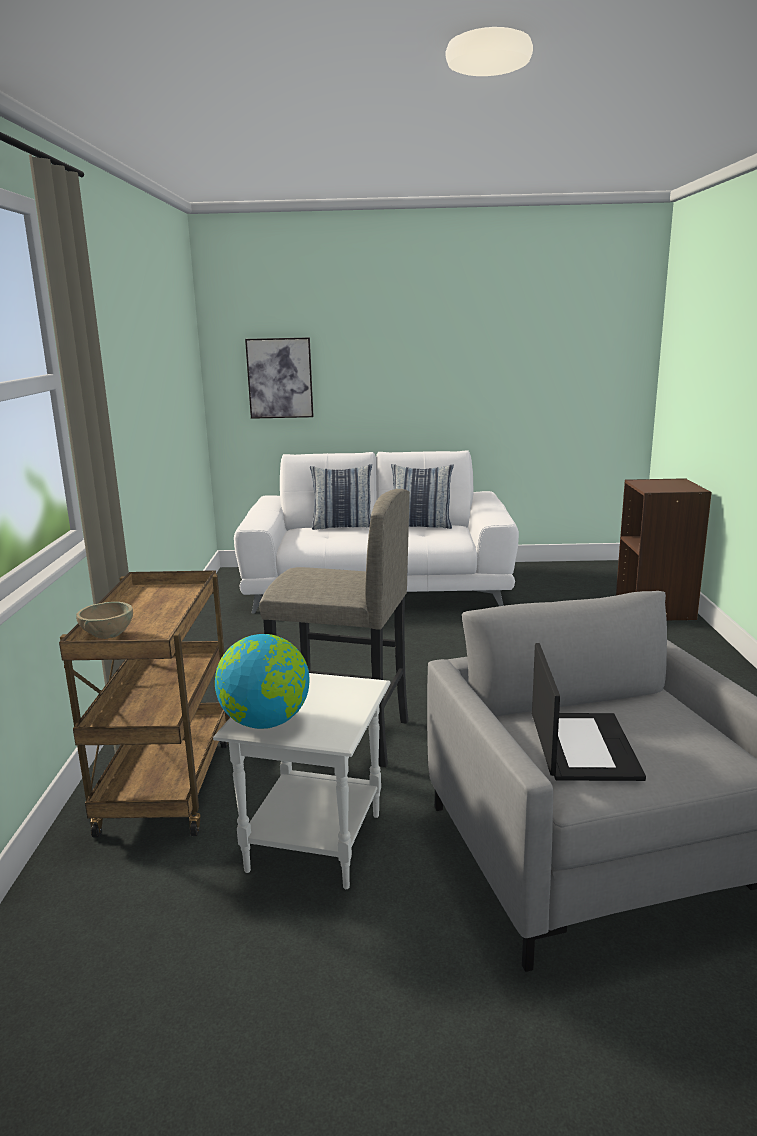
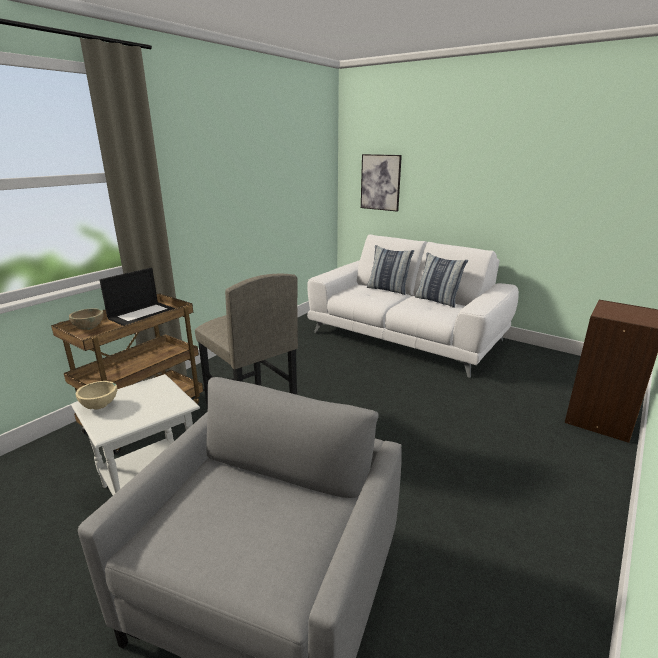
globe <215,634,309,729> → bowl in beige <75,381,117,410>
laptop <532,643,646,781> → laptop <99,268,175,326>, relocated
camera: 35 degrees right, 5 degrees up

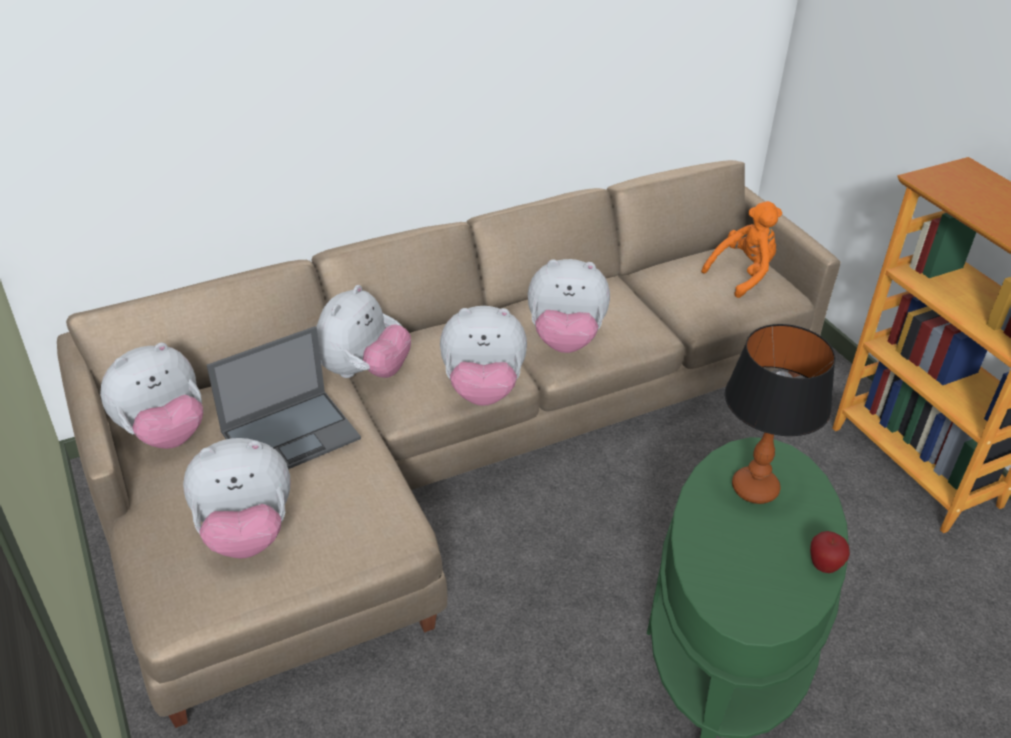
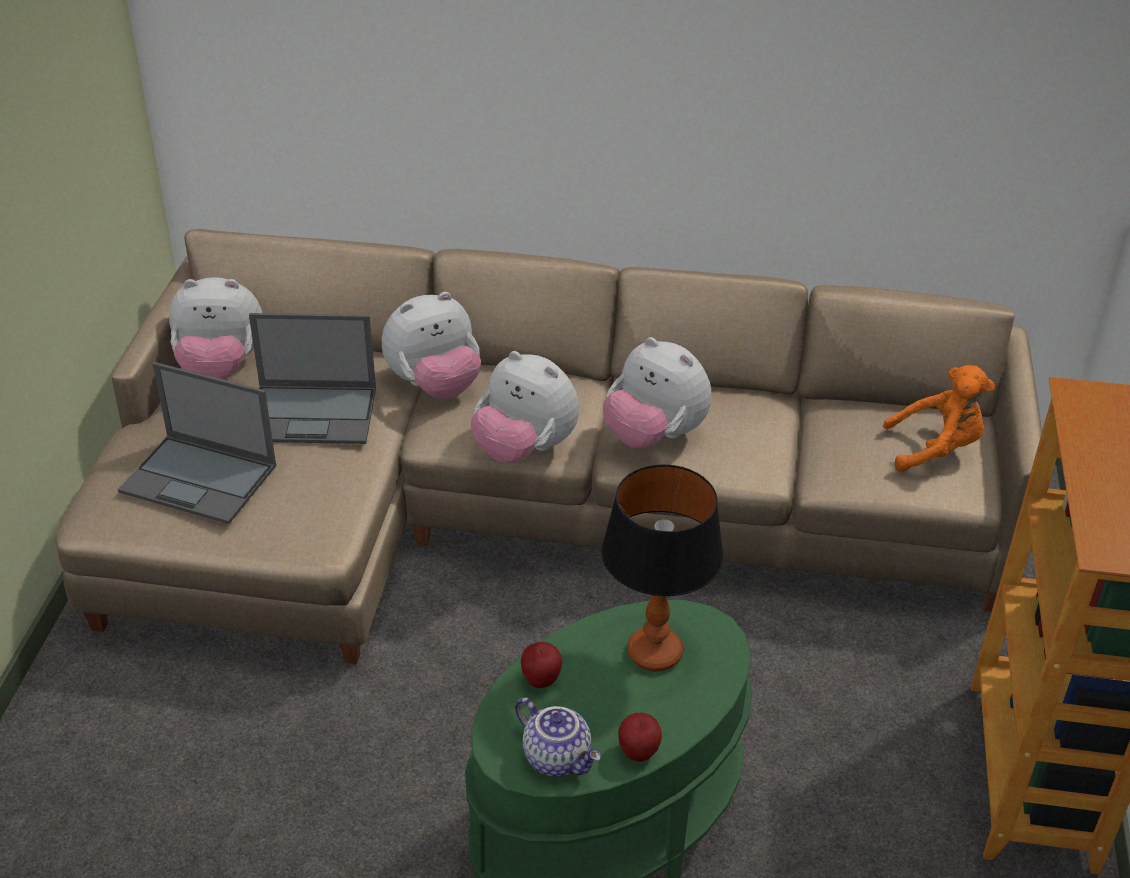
plush toy <183,438,290,558> → laptop <118,362,276,524>
- → teapot <515,697,601,777>
- → apple <521,642,562,688>
camera: 35 degrees right, 0 degrees up

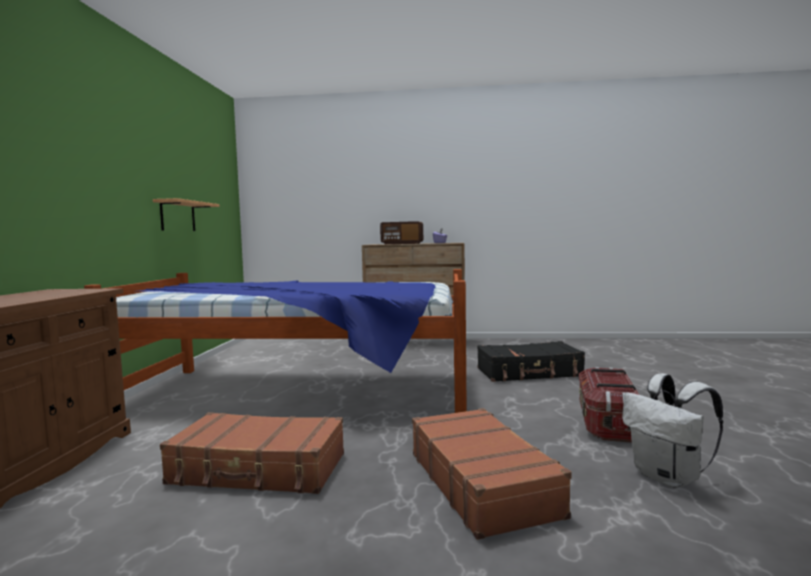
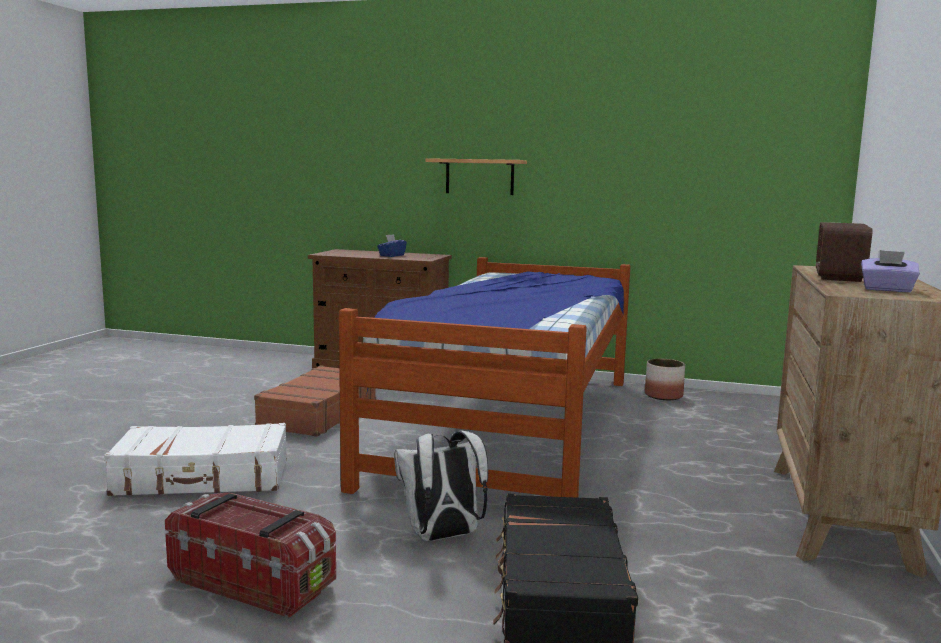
suitcase in brown <412,408,572,540> → suitcase in white <104,423,287,496>
- → tissue box in blue <377,234,407,257>
backpack in white <622,374,723,488> → backpack in white <394,430,488,541>, relocated
shelf <153,198,220,231> → shelf <425,158,527,195>, relocated
- → planter <645,359,685,400>
camera: 100 degrees right, 5 degrees up

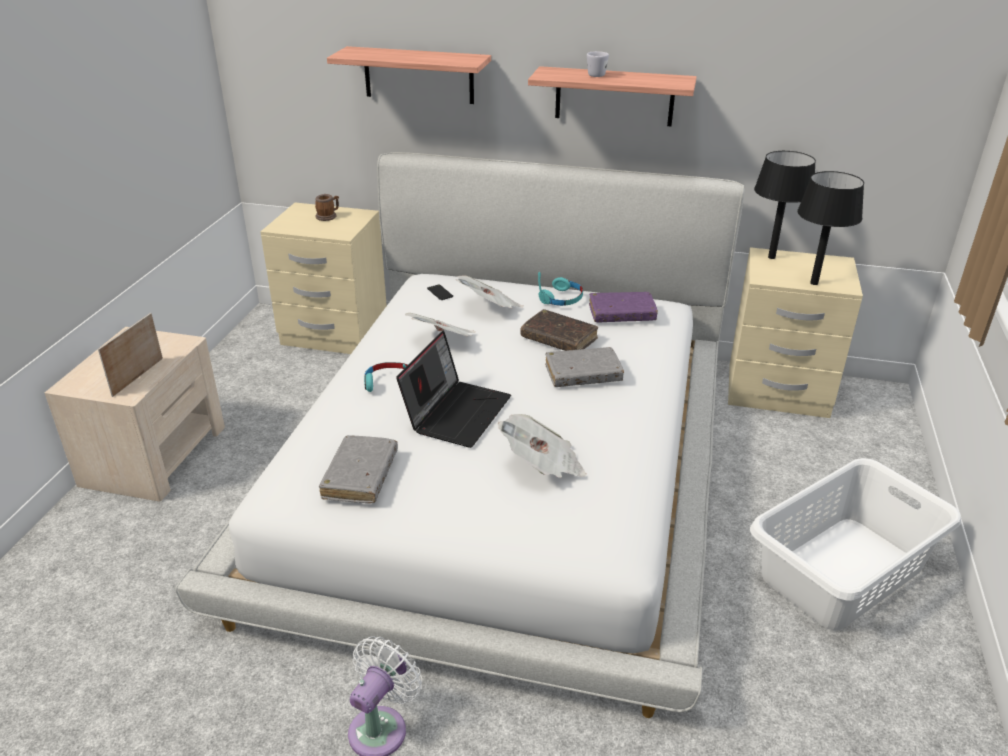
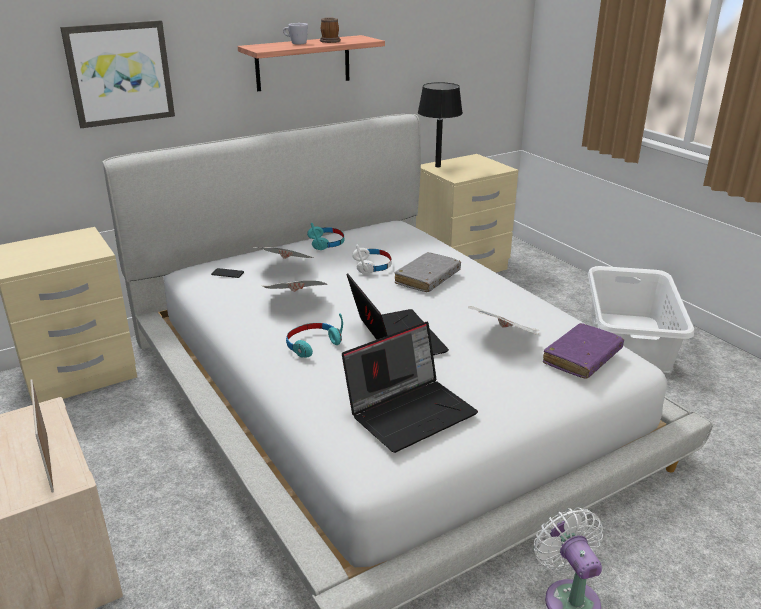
shelf <327,46,491,104> → picture <60,20,175,128>
mug <315,194,339,221> → mug <320,18,341,43>, relocated
book in grey <319,435,398,503> → laptop <342,322,478,453>
book in brown <521,309,598,351> → headphones in white <352,245,392,274>
book in purple <589,292,658,323> → book in purple <543,323,624,379>, relocated
table lamp in black <797,171,864,285> → -
camera: 45 degrees left, 5 degrees down

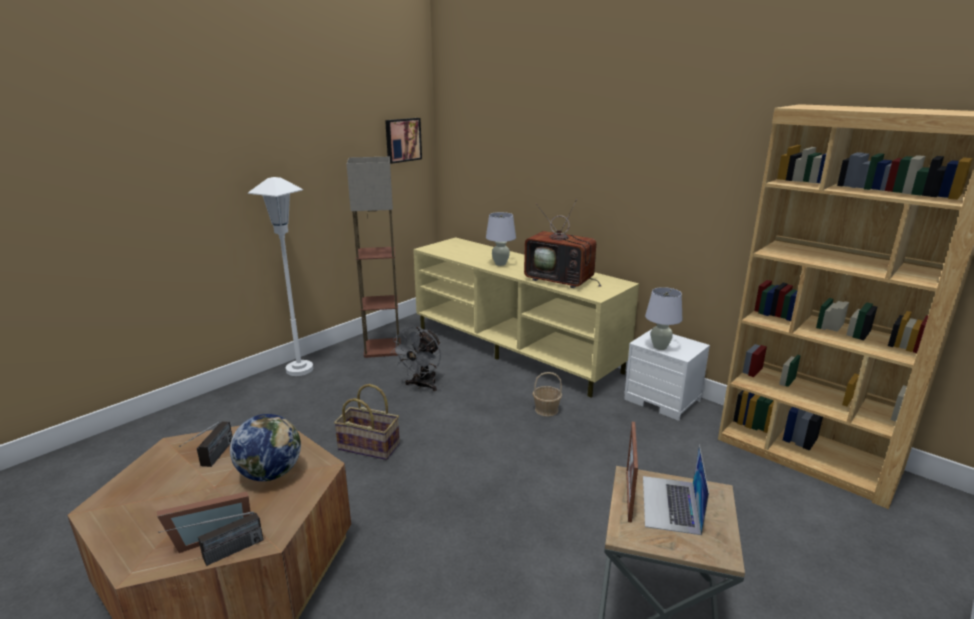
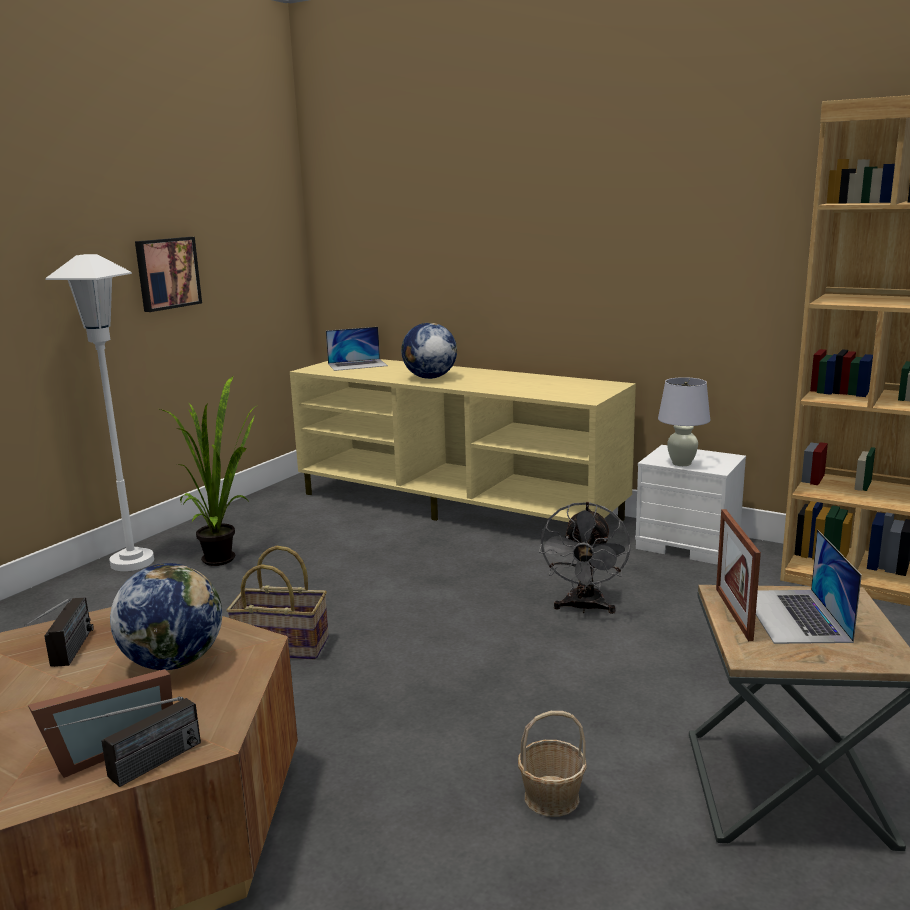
picture <385,118,422,164> → picture <135,237,202,312>, relocated
- → potted plant <160,376,258,566>
- → laptop <326,327,388,371>
table lamp in white <486,212,516,266> → globe <401,323,457,379>
basket <533,372,562,417> → basket <518,711,587,817>, relocated
fan in grey <391,327,441,391> → fan in grey <539,502,630,614>, relocated
floor lamp <346,157,401,358> → -
television <524,199,601,288> → -
camera: 10 degrees left, 5 degrees down

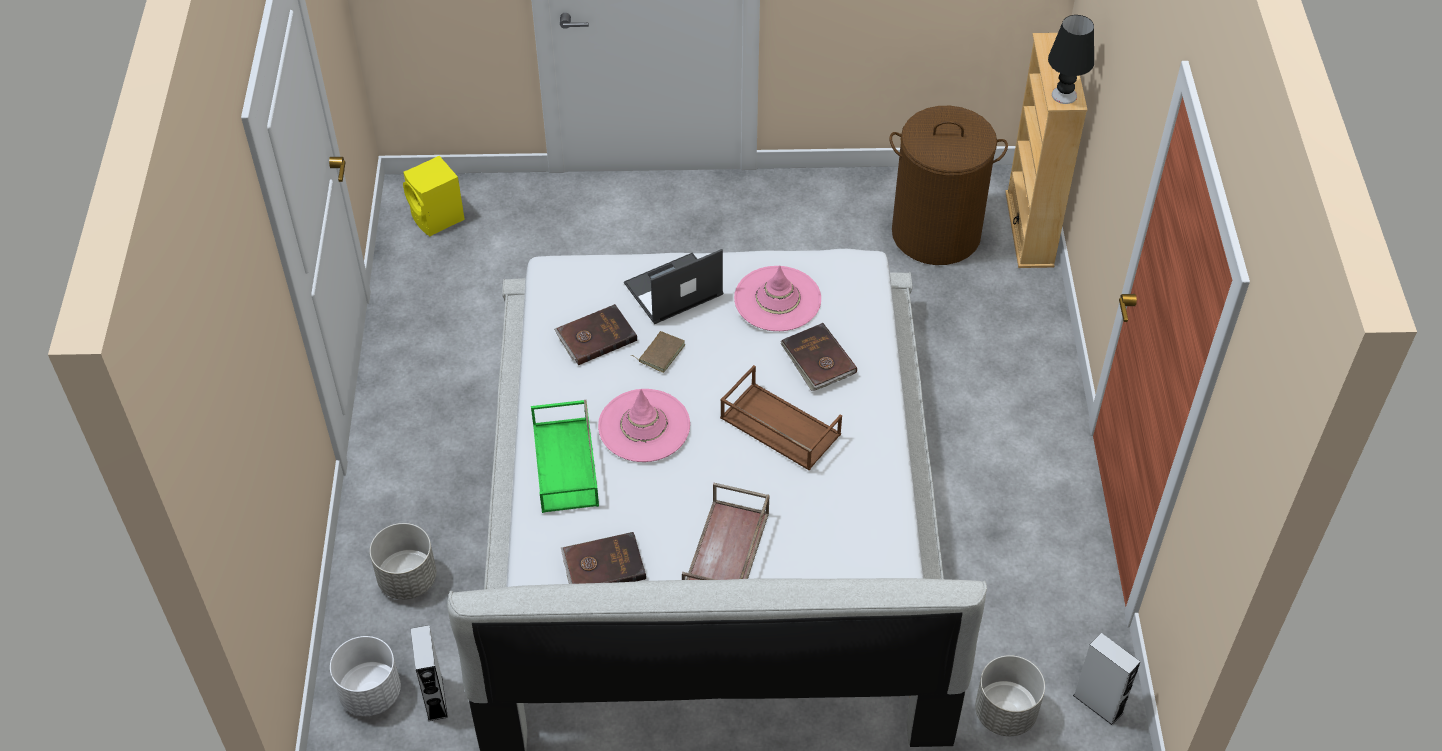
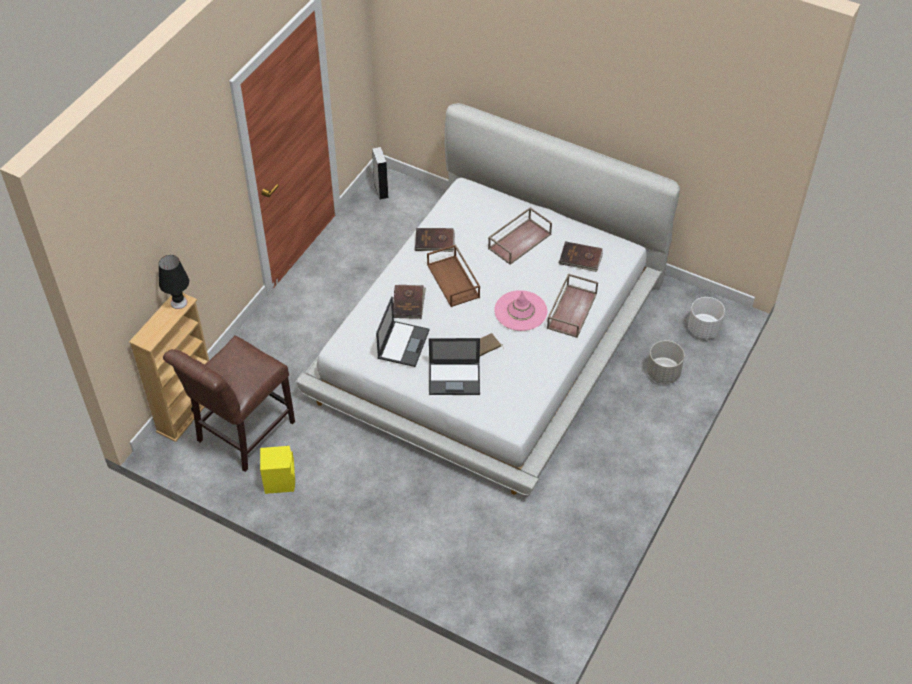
laundry basket in brown <889,106,1008,265> → chair in brown <163,335,295,472>
speaker in yellow <403,156,465,236> → speaker in yellow <260,446,295,494>, relocated
hat in pink <734,265,821,331> → laptop <376,296,430,367>
book in brown <554,304,637,365> → book in brown <415,228,455,252>, relocated
tray in green <531,400,599,513> → tray in brown <547,273,598,338>
speaker in grey <410,625,448,721> → -
planter in grey <975,655,1045,736> → -
camera: 150 degrees left, 0 degrees up

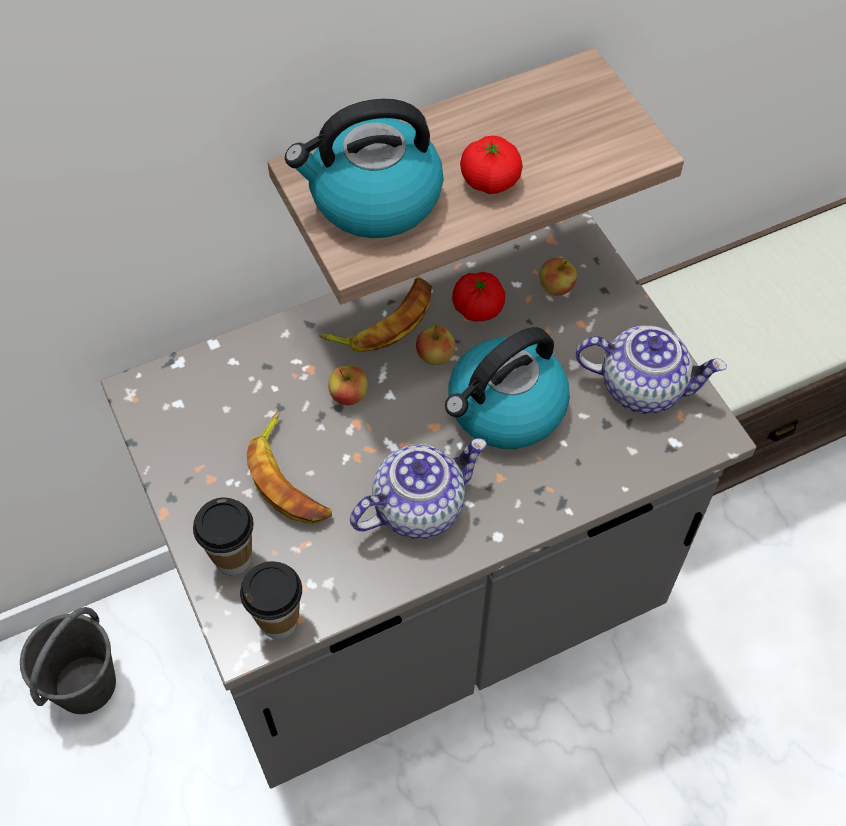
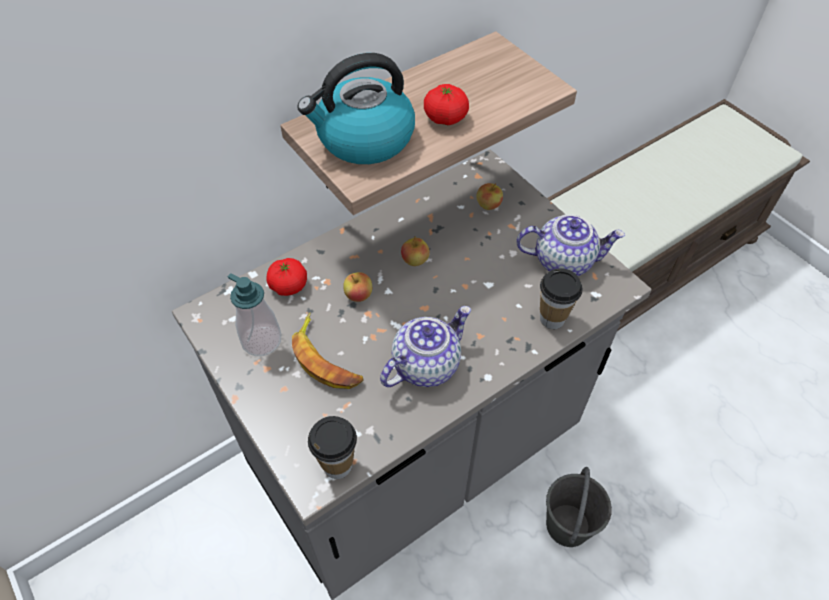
- → soap dispenser <228,273,282,356>
tomato <452,272,505,321> → tomato <267,258,307,296>, relocated
cup <193,498,254,575> → cup <540,268,582,329>, relocated
bucket in grey <20,607,116,714> → bucket in grey <546,467,612,547>, relocated
banana <319,278,432,352> → -
kettle <445,327,570,449> → -
camera: 10 degrees left, 5 degrees down

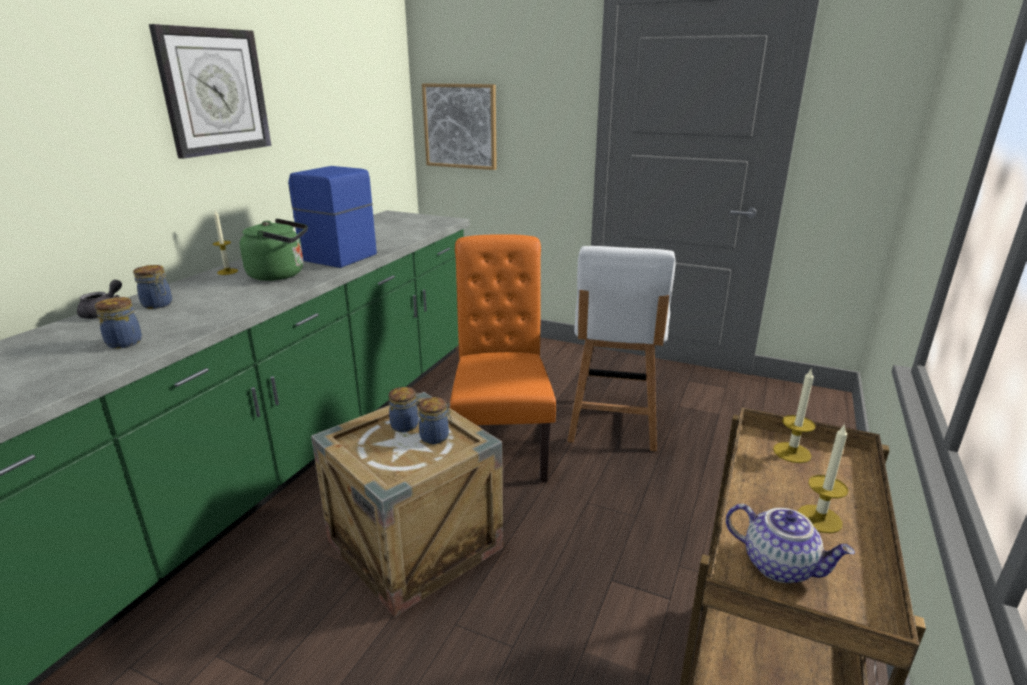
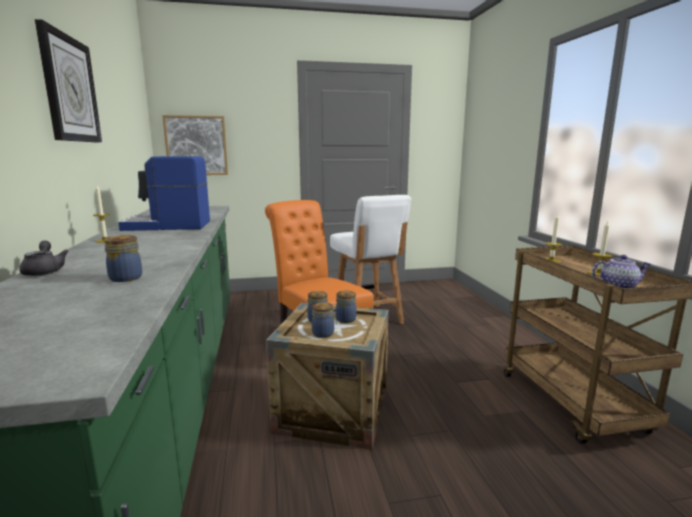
jar <133,265,172,309> → jar <312,302,337,338>, relocated
kettle in green <240,219,308,281> → -
camera: 35 degrees left, 10 degrees down

